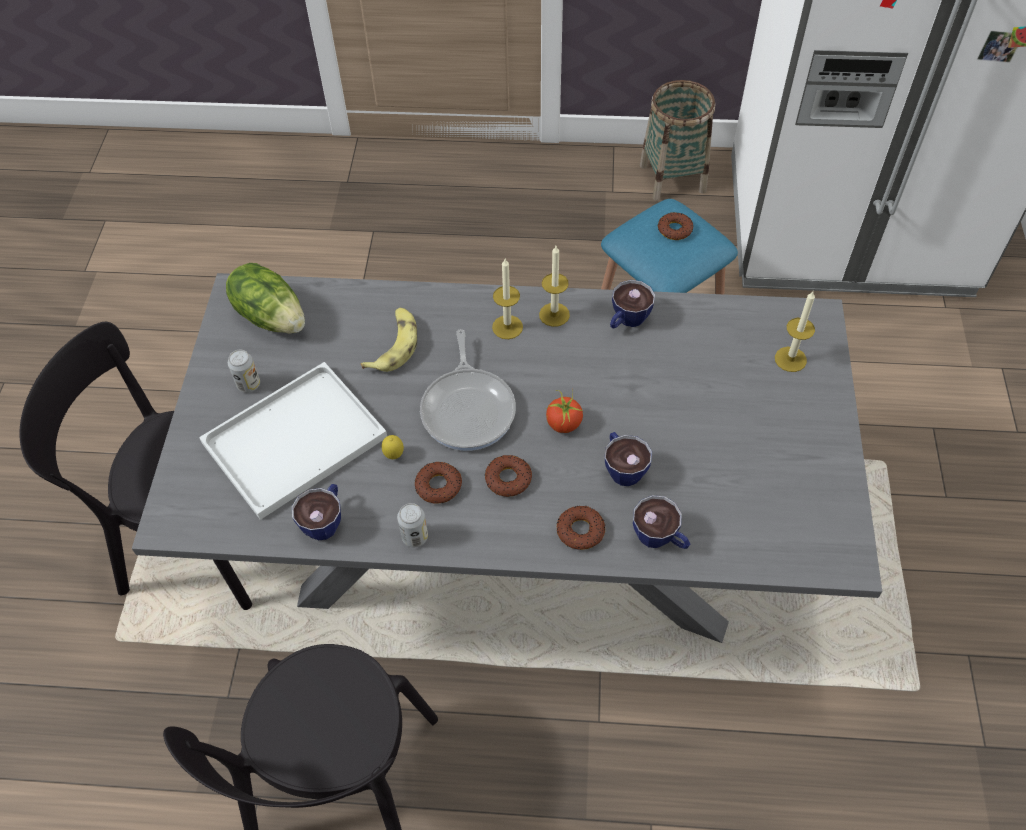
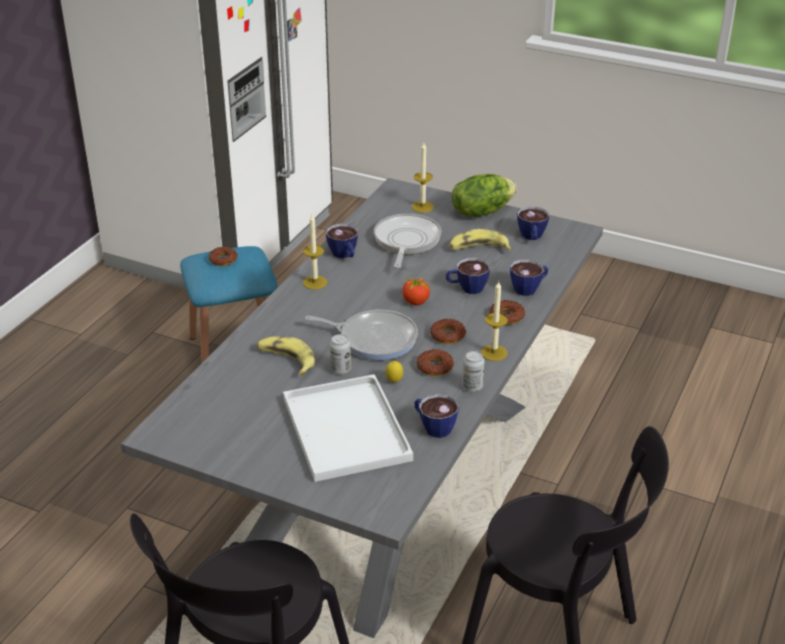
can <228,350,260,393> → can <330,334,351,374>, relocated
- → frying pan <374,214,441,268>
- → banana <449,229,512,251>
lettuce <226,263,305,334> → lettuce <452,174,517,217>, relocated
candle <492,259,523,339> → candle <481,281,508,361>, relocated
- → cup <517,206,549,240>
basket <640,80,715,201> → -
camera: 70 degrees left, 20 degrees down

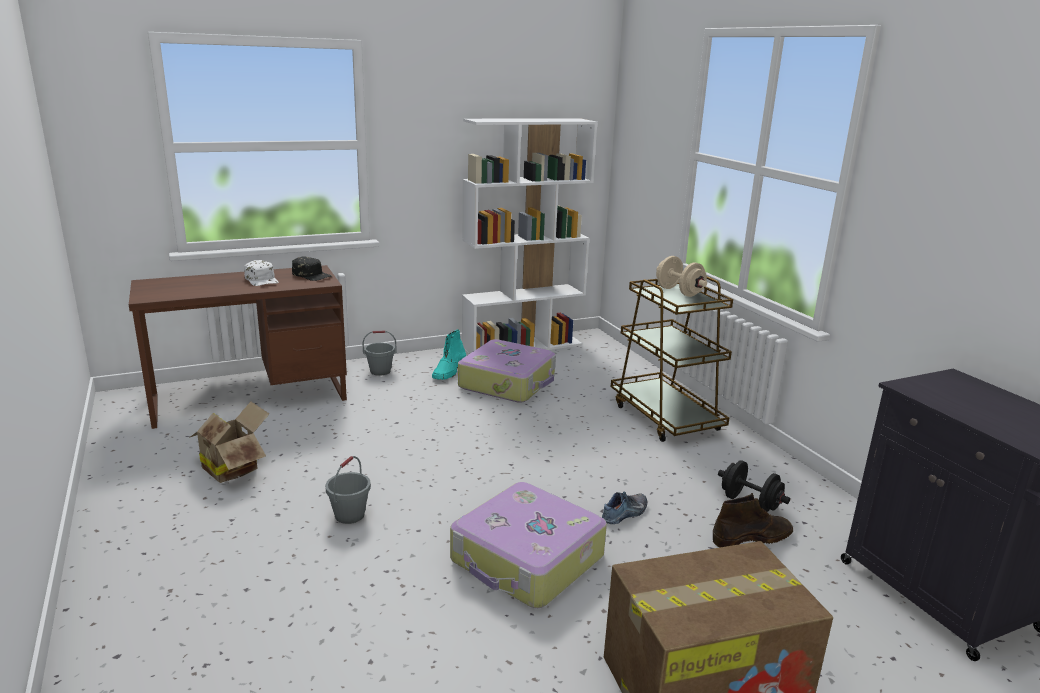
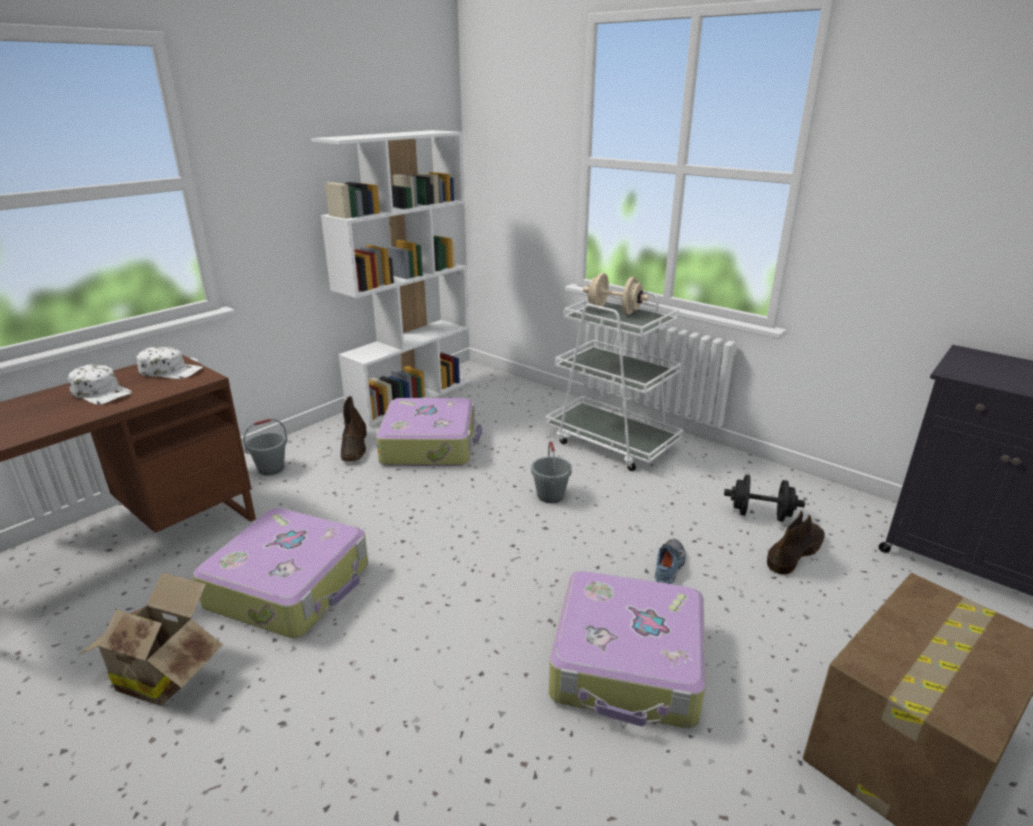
cap in black <292,256,332,281> → cap in white <136,347,203,379>
- → suitcase <193,508,368,638>
boot in turquoise <432,329,466,380> → boot in brown <341,396,367,462>
bucket in grey <325,456,371,524> → bucket in grey <531,441,572,503>, relocated
cart in brown <611,276,733,442> → cart in white <545,291,684,471>
camera: 25 degrees left, 5 degrees up

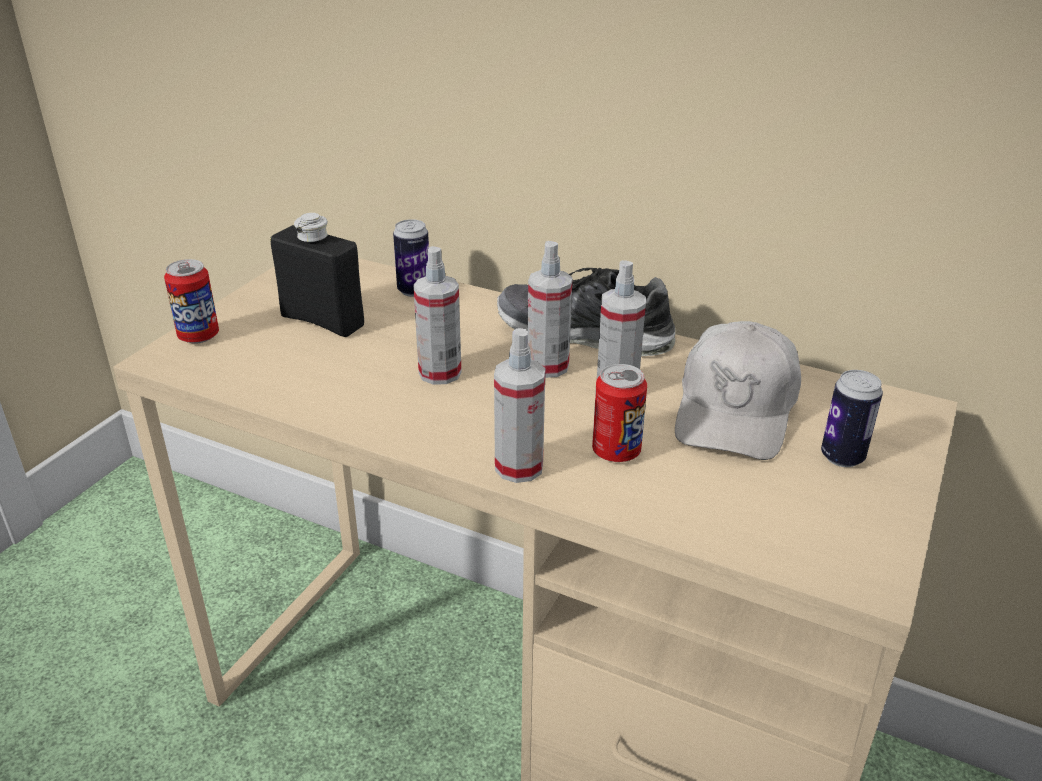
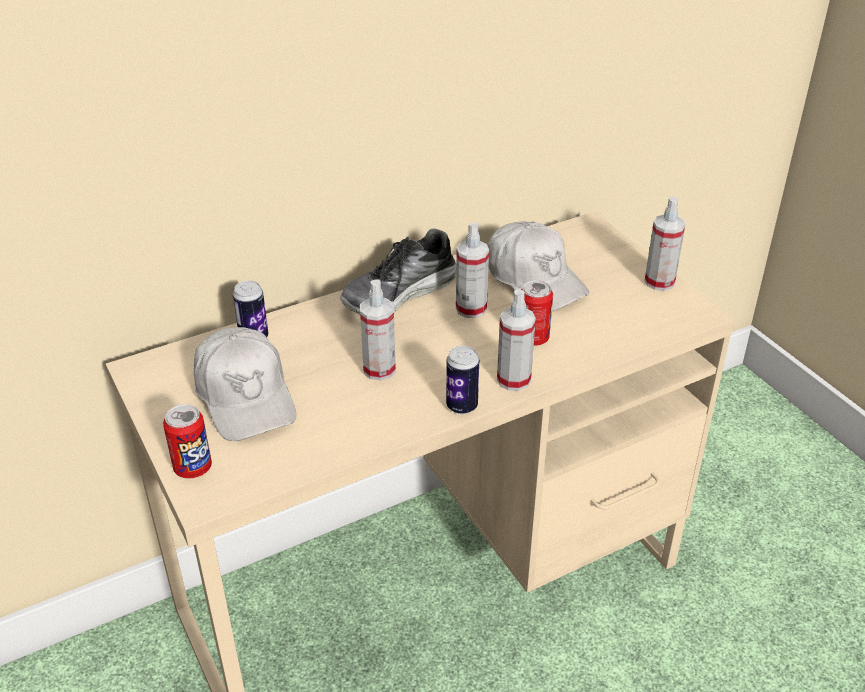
bottle in black <270,213,364,337> → cap in white <194,327,296,441>
can <821,370,883,467> → can <446,346,479,414>, relocated
spray bottle <528,241,573,378> → spray bottle <644,197,685,291>, relocated
camera: 55 degrees left, 5 degrees up

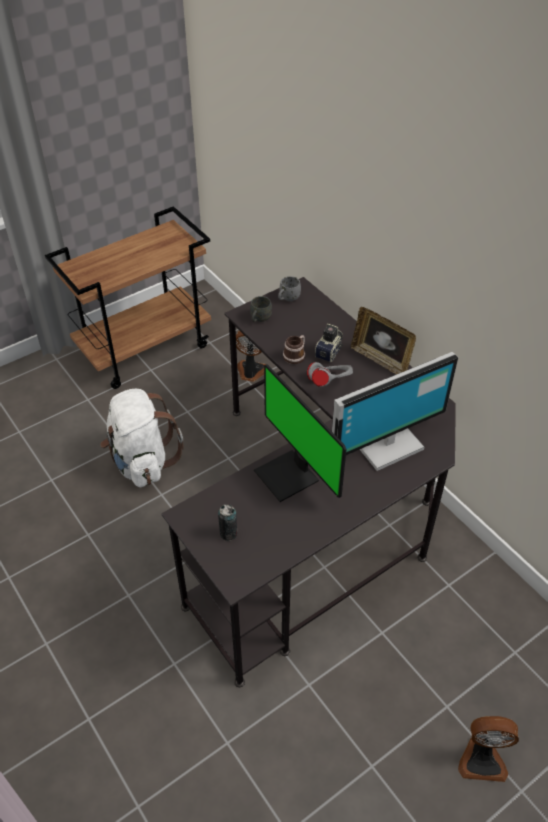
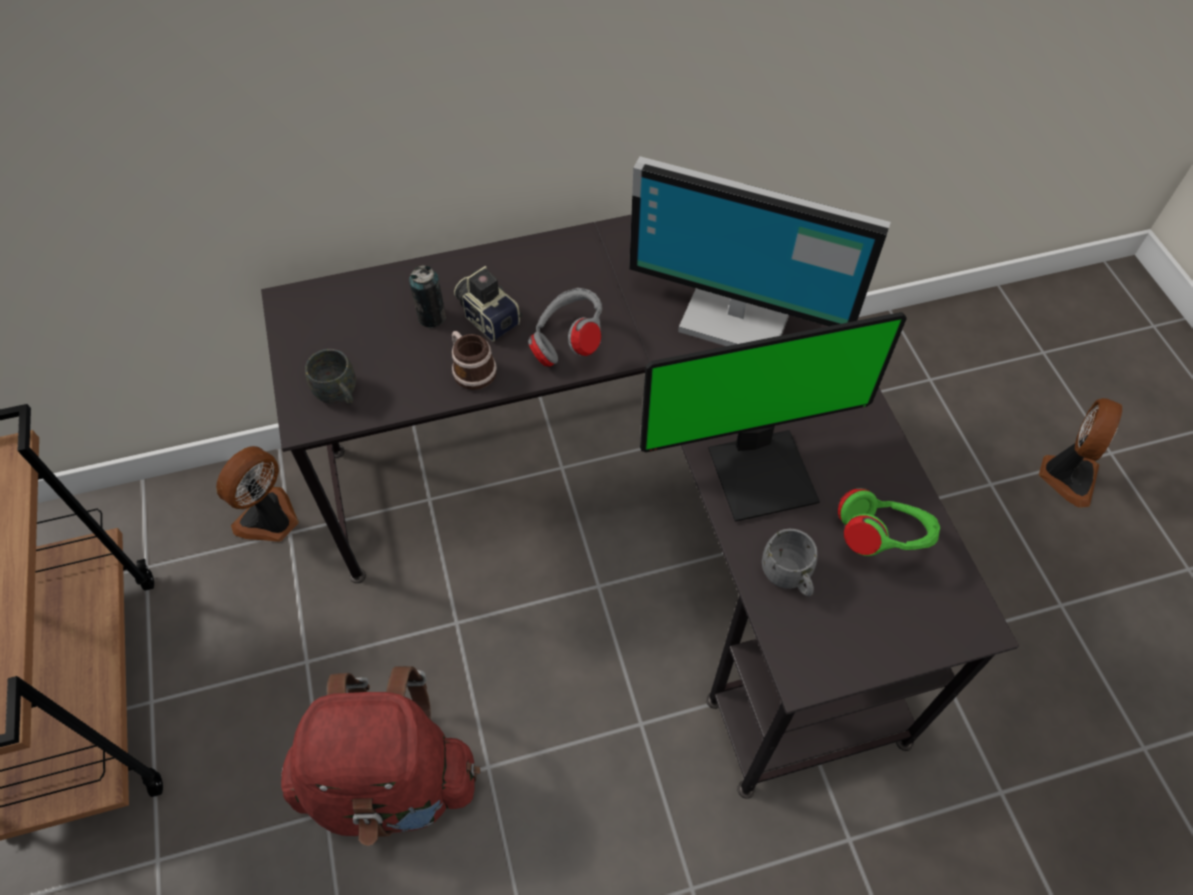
backpack in white <100,389,184,487> → backpack in red <281,666,480,846>
can <218,504,238,541> → can <409,265,446,328>, relocated
monitor <332,352,458,471> → monitor <629,156,891,346>, 120 degrees clockwise
mug in grey <278,276,301,301> → mug in grey <762,529,818,596>, relocated
- → headphones in green <838,488,940,556>
picture frame <351,307,416,374> → -
camera: 70 degrees left, 10 degrees up

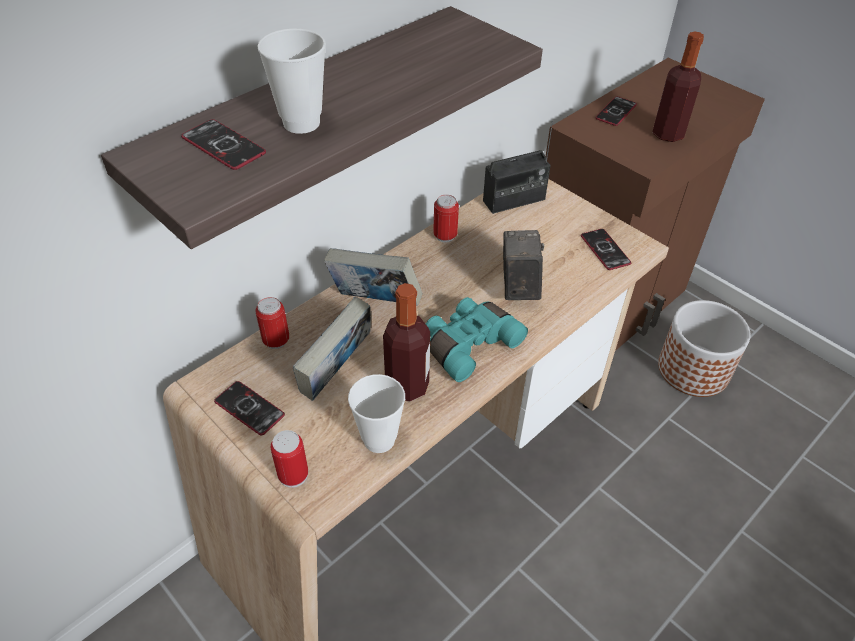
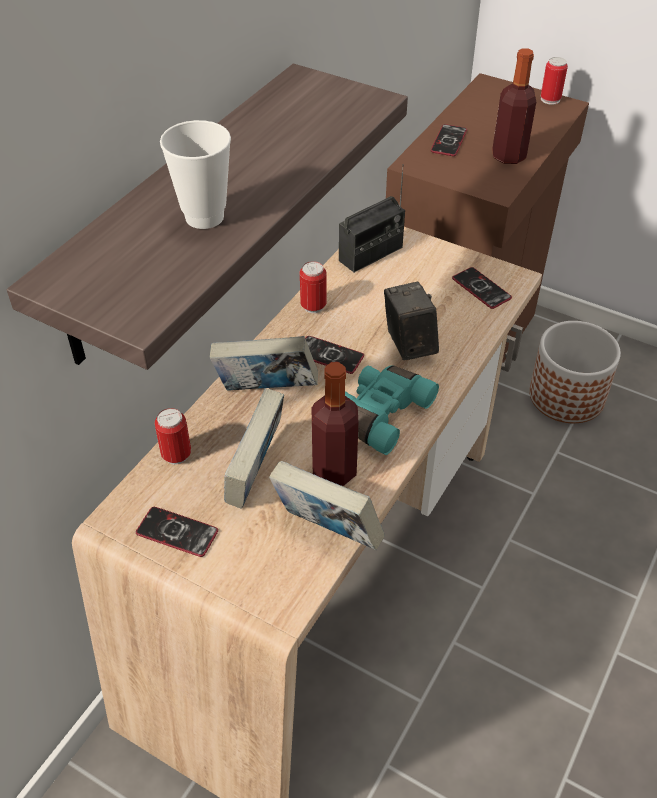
cup <348,374,405,453> → book <269,461,385,550>
phone <181,119,266,170> → phone <305,336,364,374>, relocated
can <271,430,308,488> → can <541,57,568,105>, relocated
camera: 15 degrees left, 0 degrees up

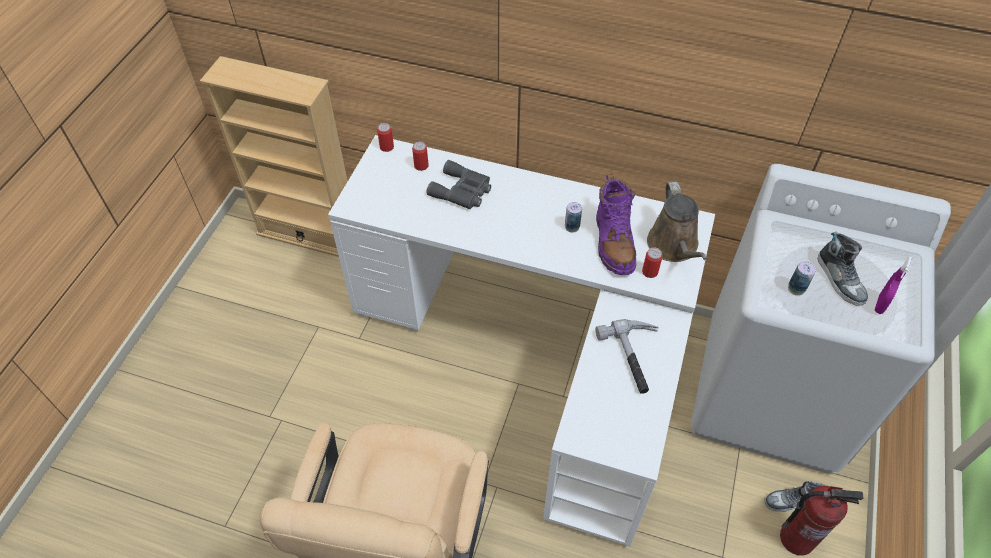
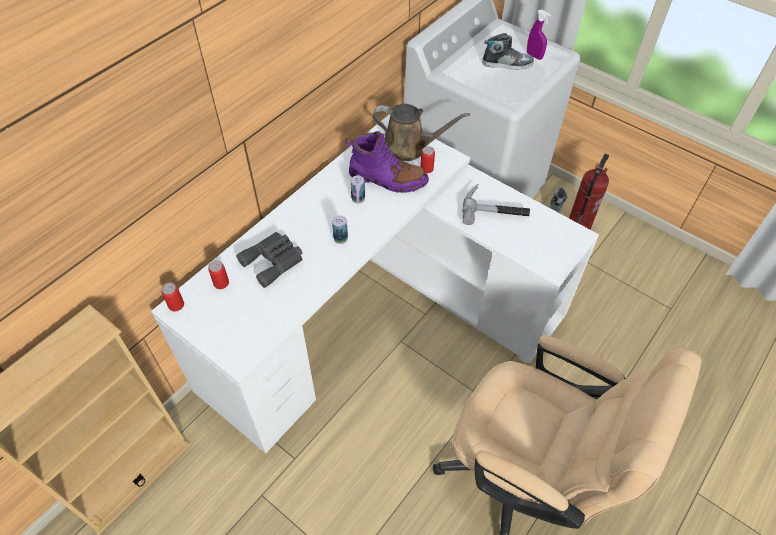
can <788,261,816,296> → can <332,215,348,244>, relocated
camera: 70 degrees left, 0 degrees up

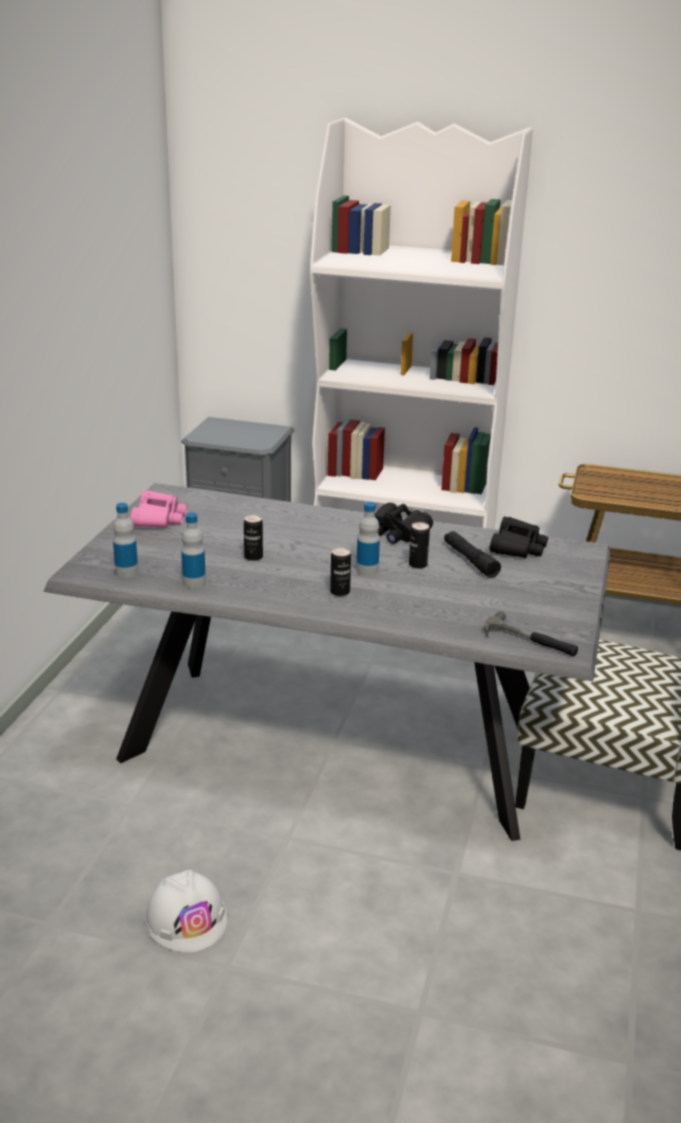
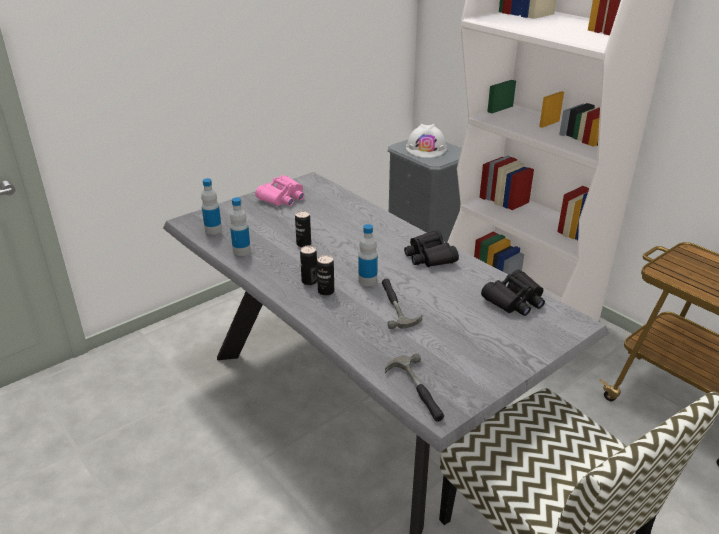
can <409,522,430,569> → can <300,246,318,285>, relocated
- → hammer <382,278,422,329>
hard hat in white <145,870,228,953> → hard hat in white <406,124,447,158>, relocated
flashlight in black <444,531,501,578> → -
camera: 35 degrees right, 5 degrees up

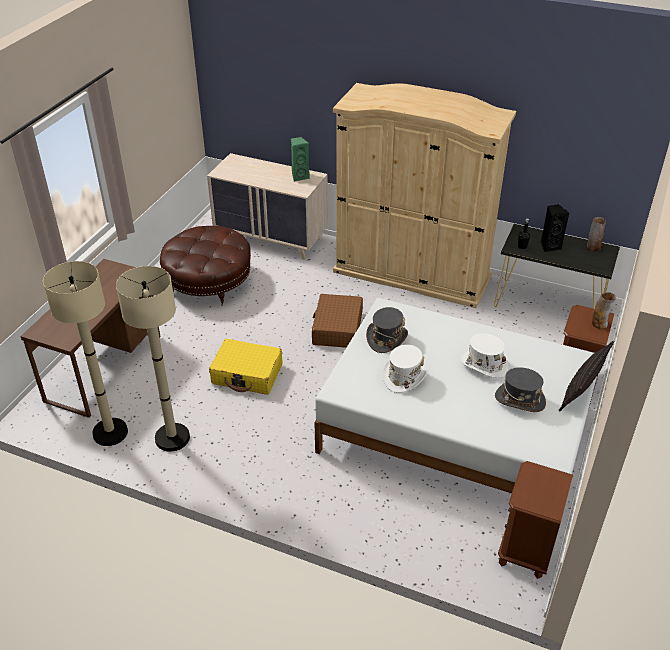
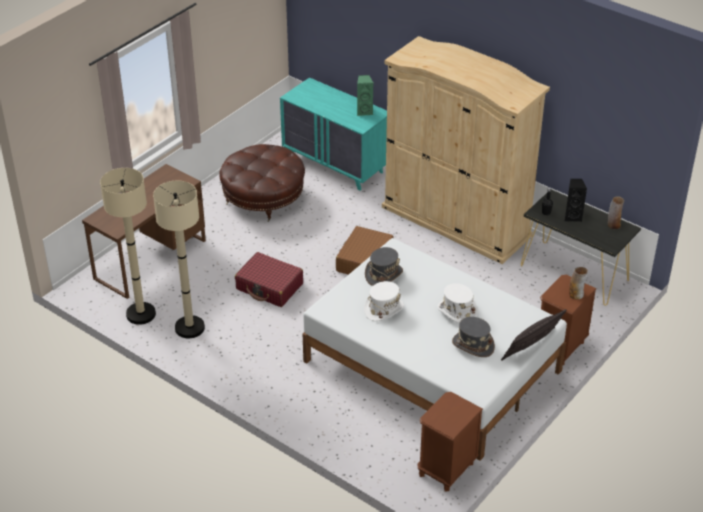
suitcase in yellow <209,339,283,395> → suitcase in red <235,252,303,307>
dresser in beige <207,153,328,260> → dresser in turquoise <280,77,387,191>
camera: 15 degrees right, 0 degrees up

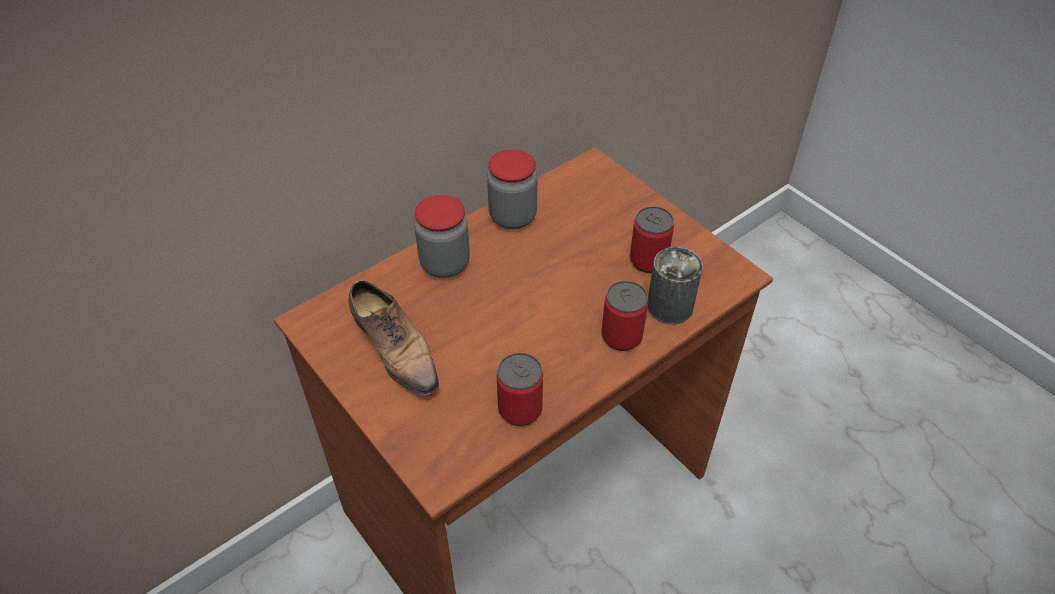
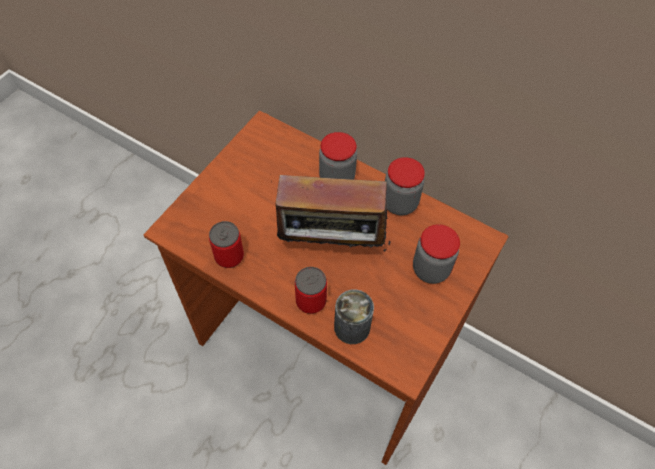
- → radio <276,166,391,264>
- → jar <413,224,460,284>
shoe <349,280,439,396> → -
can <630,206,674,273> → -
camera: 70 degrees right, 10 degrees up

